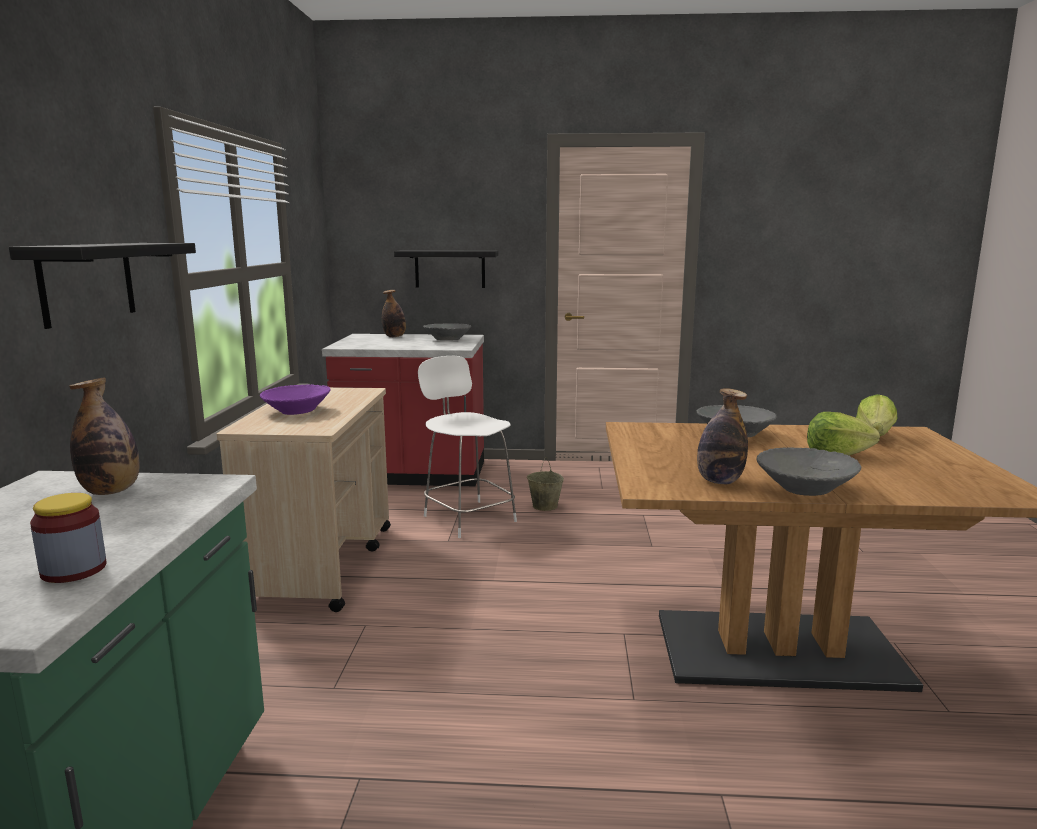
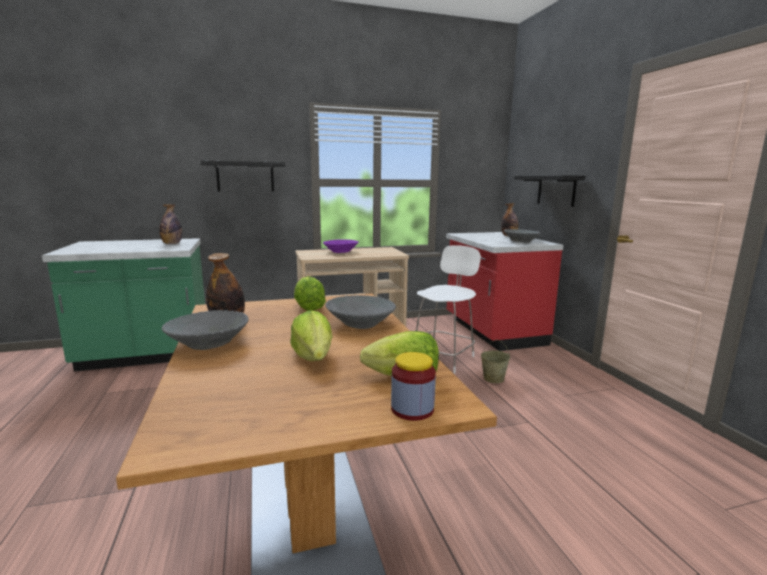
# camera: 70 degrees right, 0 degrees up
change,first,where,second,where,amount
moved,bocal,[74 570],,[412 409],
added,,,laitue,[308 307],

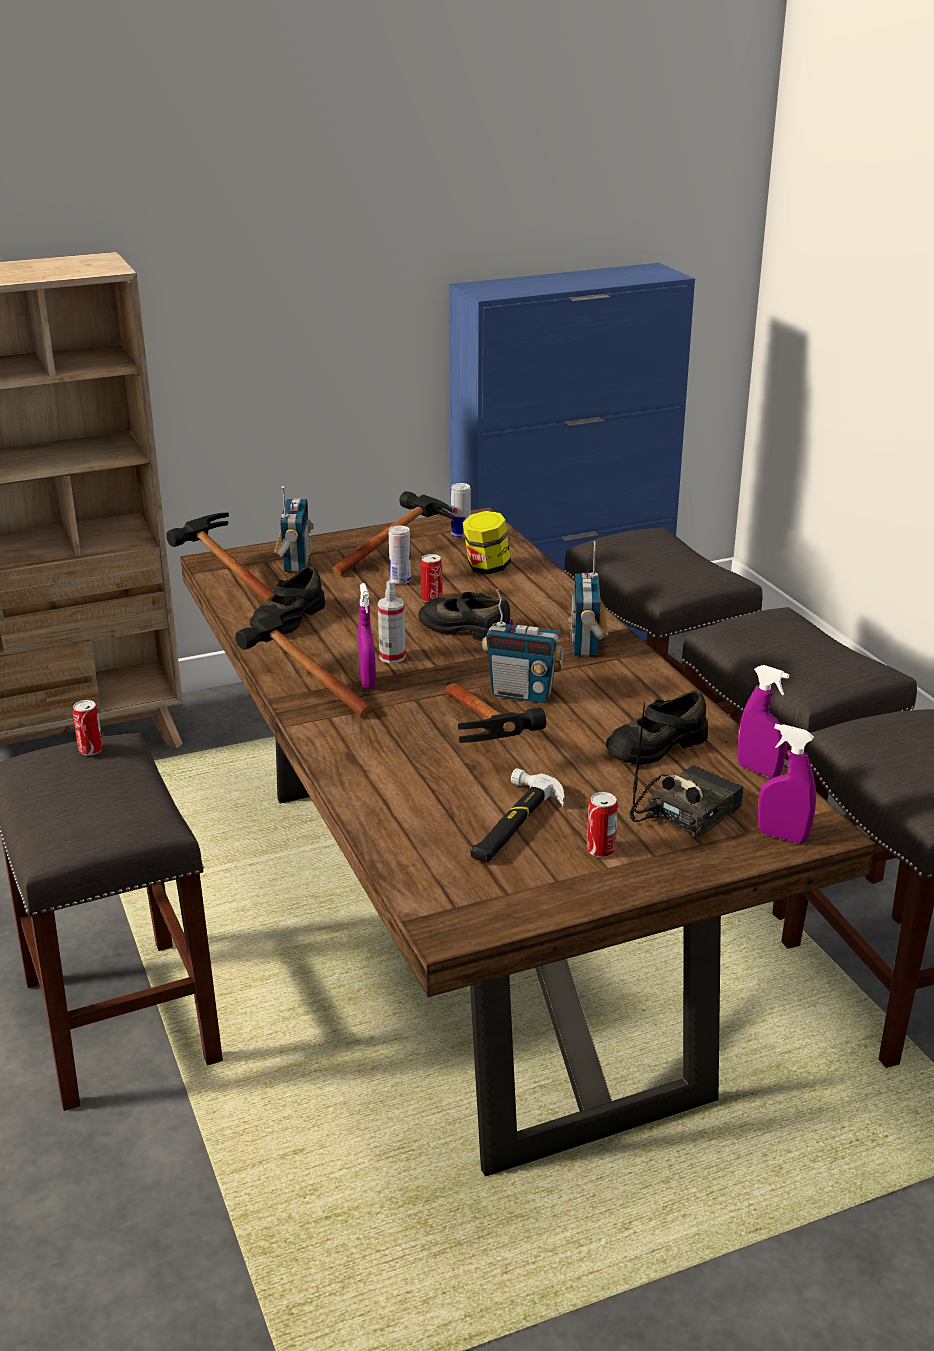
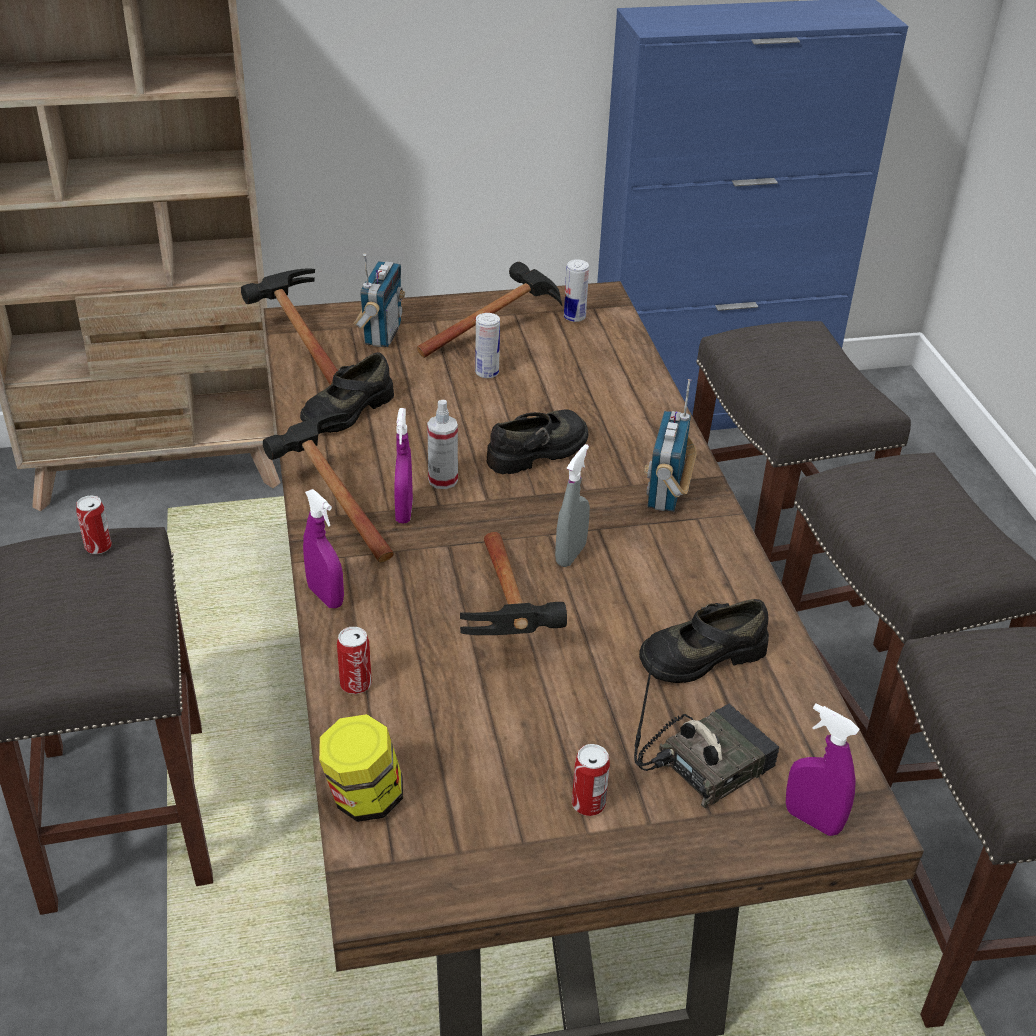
# camera: 10 degrees right, 10 degrees up
change,first,where,second,where,amount
moved,bocal,[486 568],,[364 799],
moved,boîte métallique,[431 599],,[355 684],
replaced,radio,[522 693],vaporisateur/gris,[570 554],
turned,chaussure/noir,[467 629],,[538 451],105 degrees clockwise
moved,vaporisateur/violet,[759 770],,[325 596],
removed,marteau,[512 823],,,

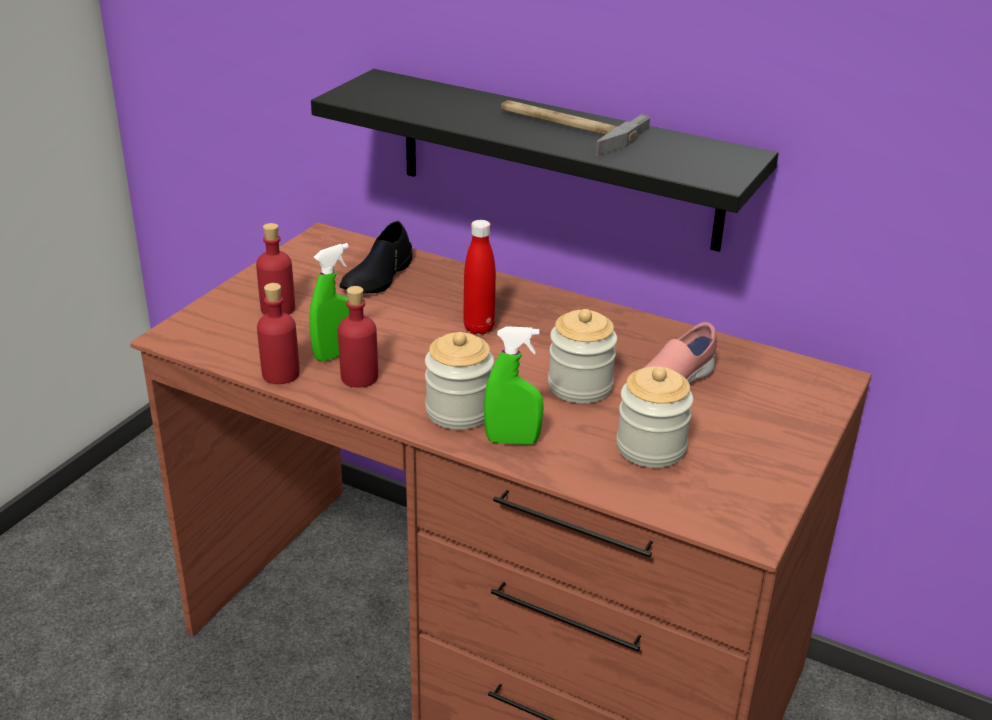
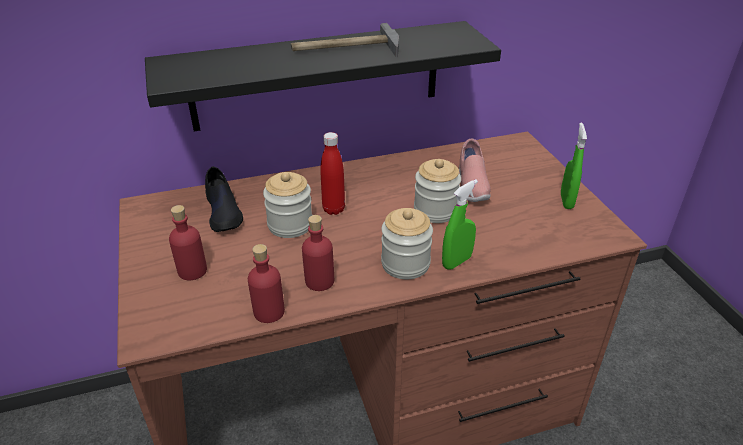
# camera: 45 degrees left, 5 degrees up
change,first,where,second,where,amount
moved,vaporisateur/vert,[336 354],,[566 201],
moved,bocal,[650 448],,[290 225],

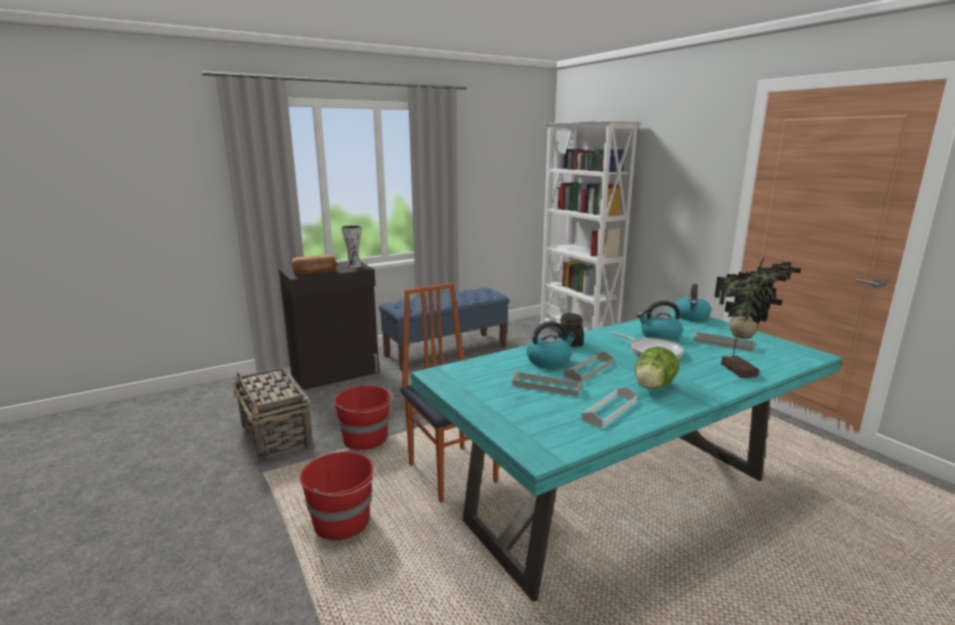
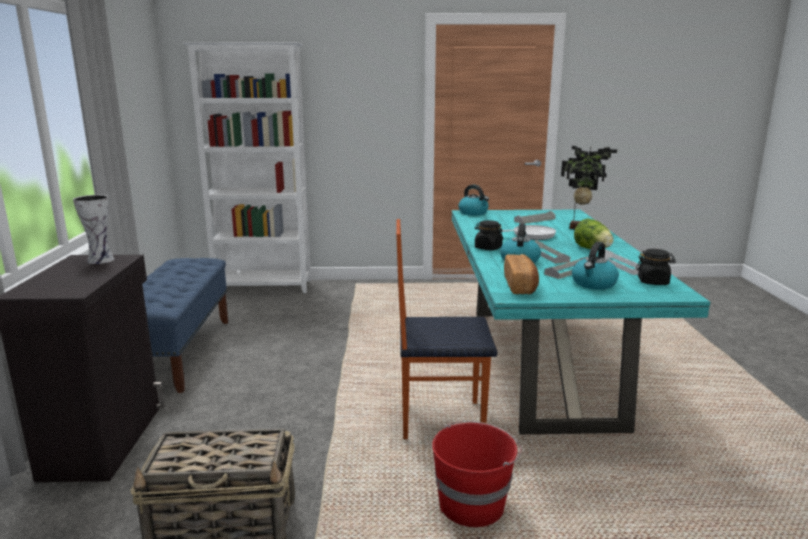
# camera: 60 degrees left, 0 degrees up
change,first,where,second,where,amount
moved,pain,[315 273],,[521 285],
moved,bouilloire,[659 336],,[593 284],
removed,seau/rouge,[366 439],,,
added,,,bocal/noir,[653 282],

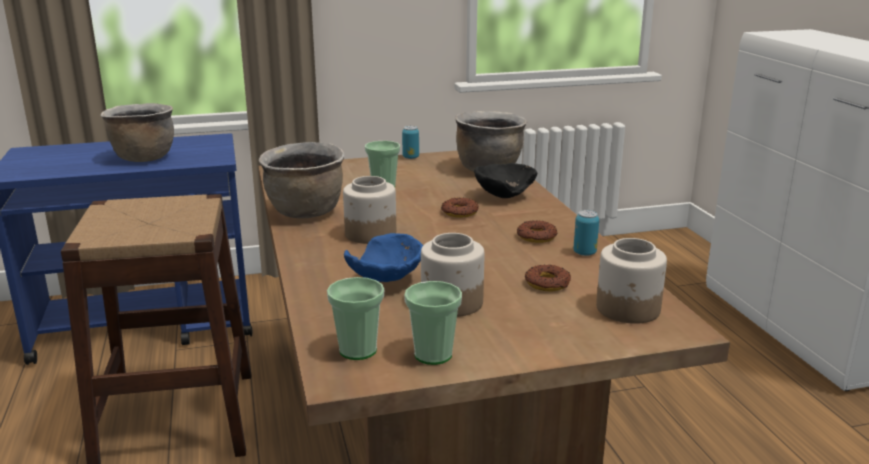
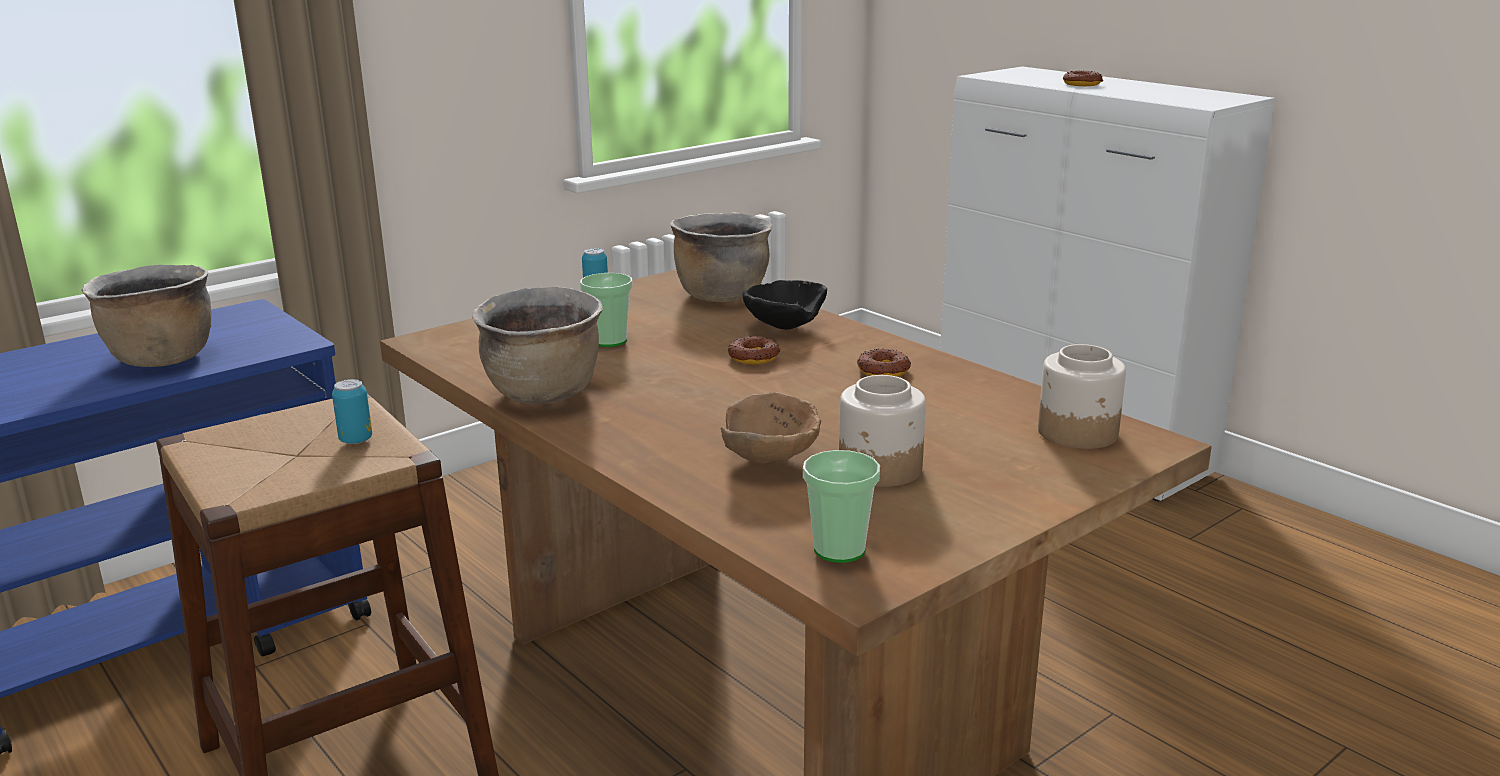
# camera: 25 degrees left, 0 degrees up
change,first,where,second,where,amount
removed,bocal,[370 234],,,
moved,boîte métallique,[584 253],,[356 440],
recoloured,bol/bleu,[387 282],bol/marron,[771 461],
moved,beignet,[547 283],,[1082 84],
removed,tasse,[433 354],,,

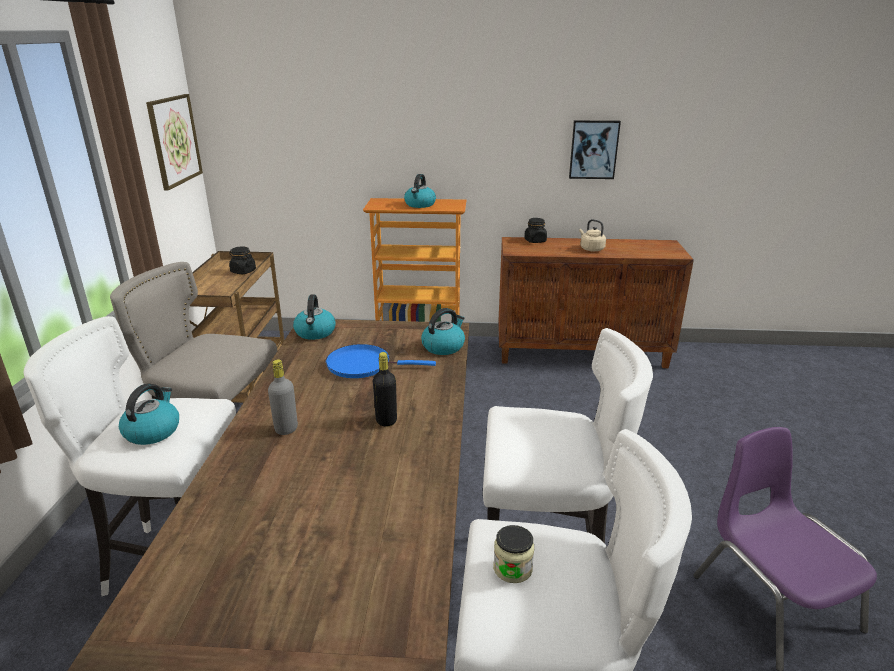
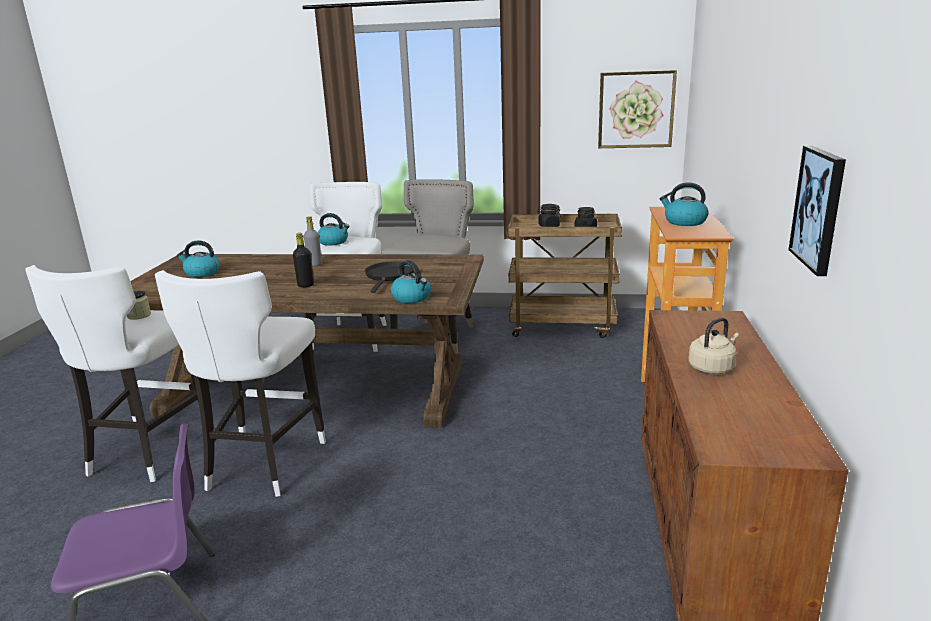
# camera: 95 degrees right, 5 degrees down
change,first,where,second,where,amount
moved,bocal/noir,[535 241],,[548 226],
moved,bouilloire,[315 333],,[202 273],
recoloured,poêle/bleu,[363 365],poêle/noir,[389 276],

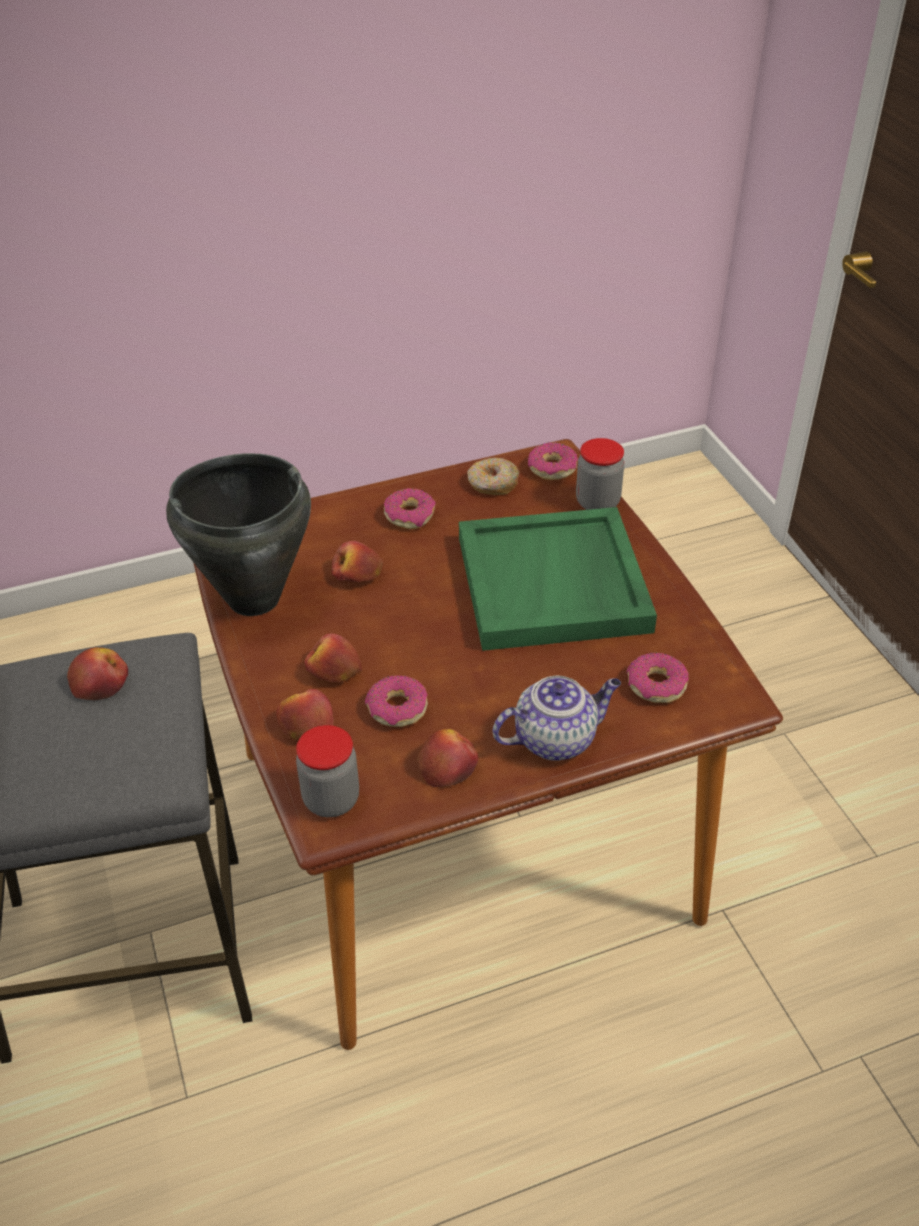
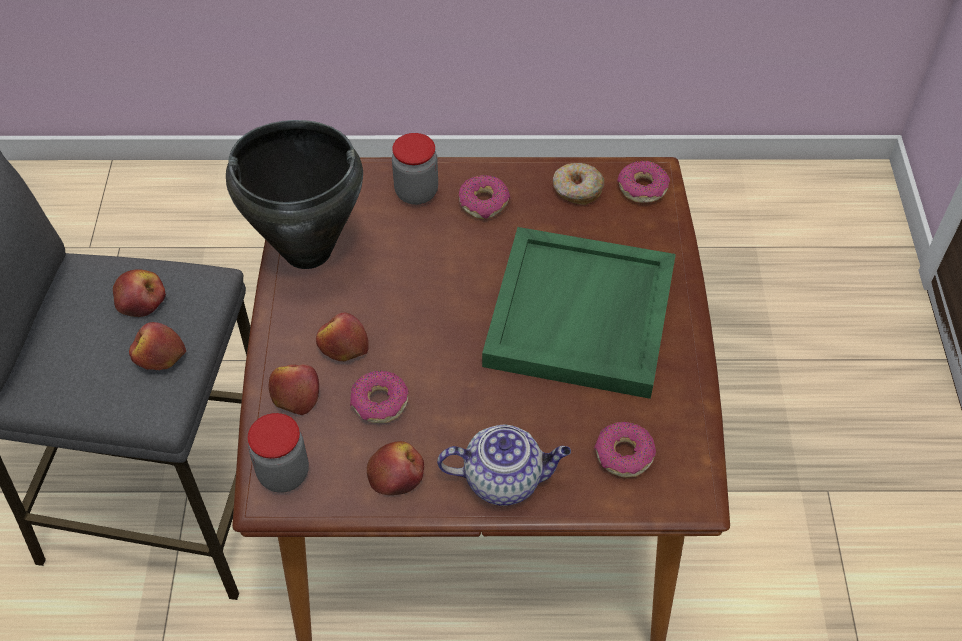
# camera: 20 degrees right, 10 degrees up
change,first,where,second,where,amount
moved,bocal,[597 503],,[416 192],
moved,pomme,[357 574],,[158 355],

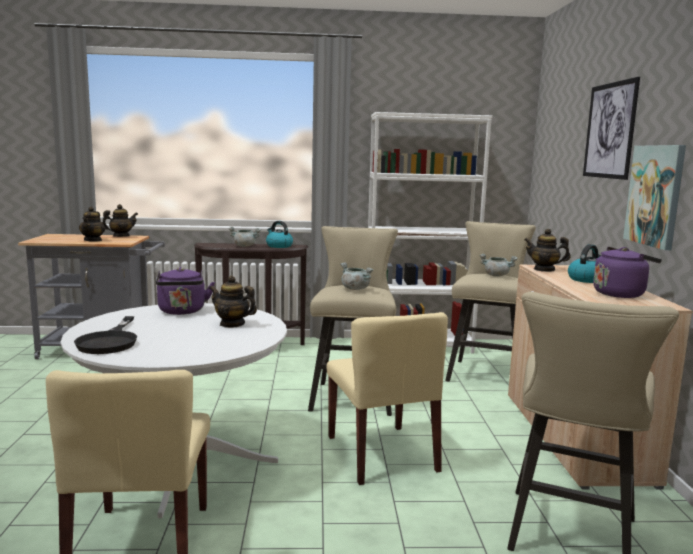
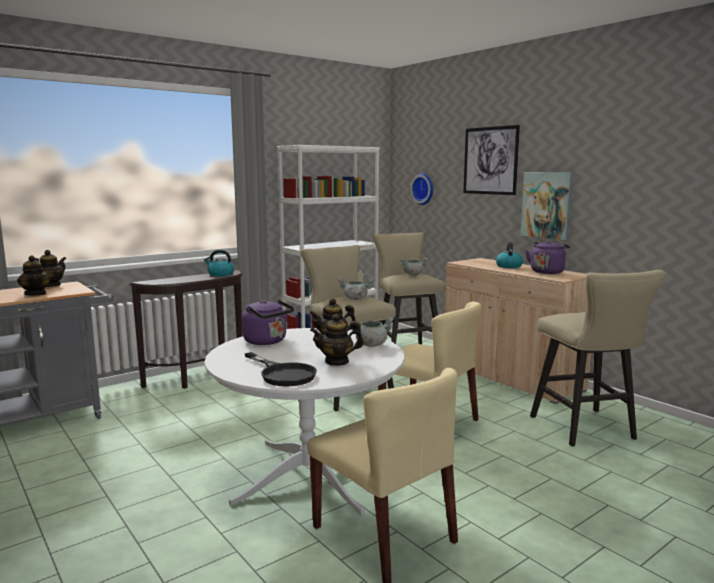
# camera: 35 degrees left, 0 degrees up
change,first,where,second,where,amount
moved,marmite/gris,[245 246],,[371 344],
moved,théière,[544 269],,[337 361],
added,,,horloge murale,[424 189],

